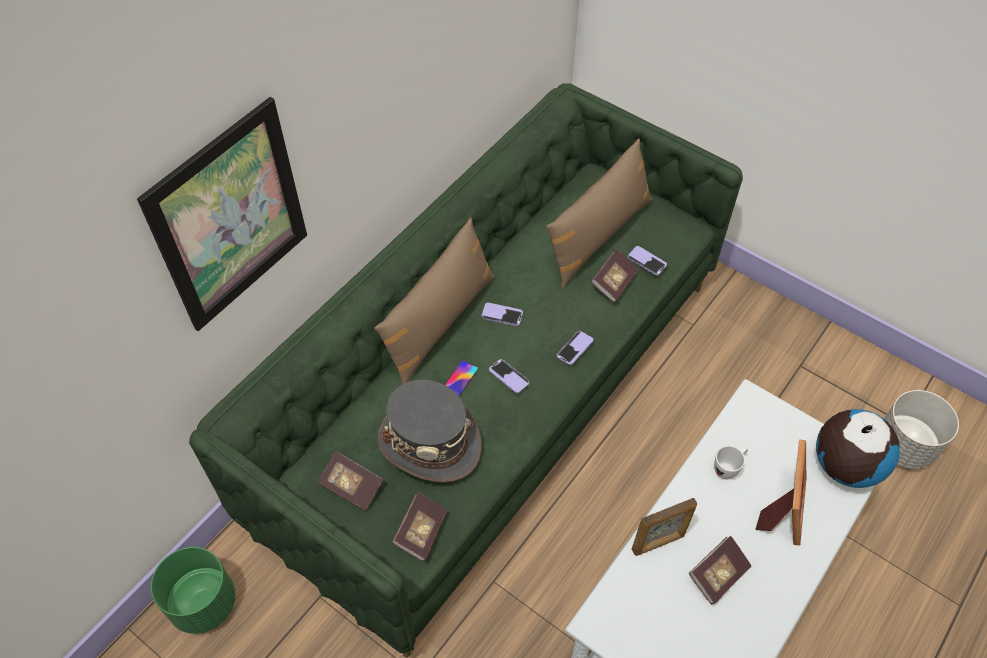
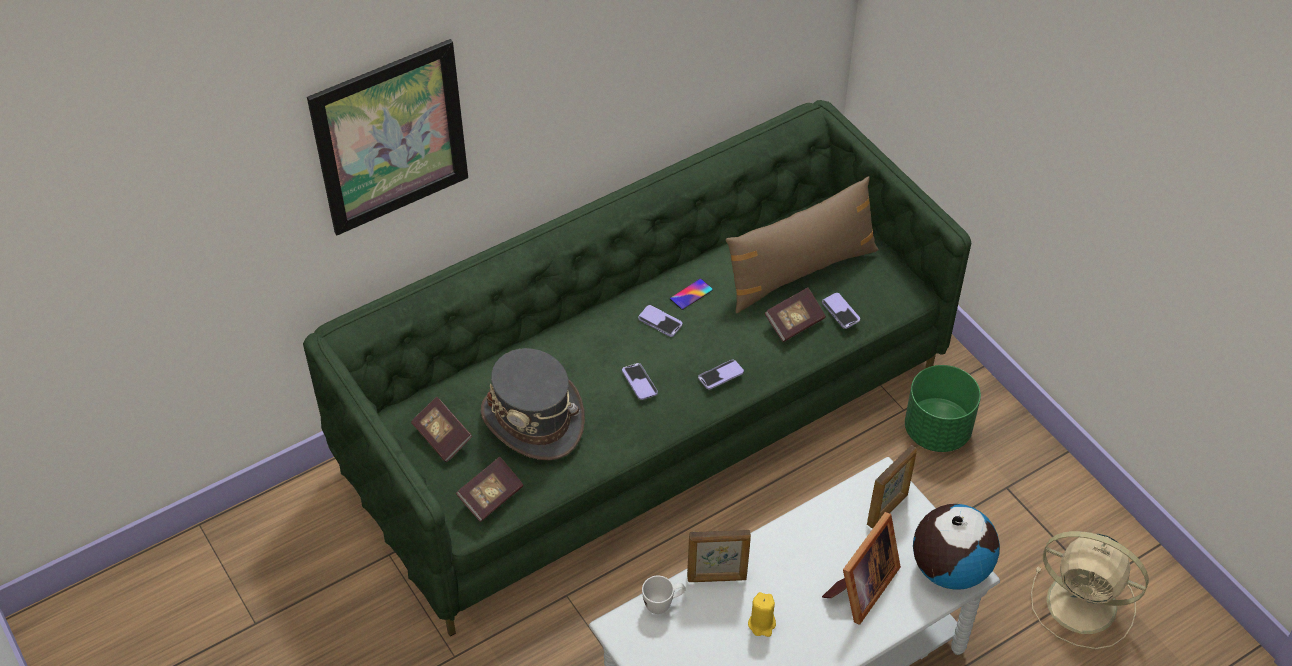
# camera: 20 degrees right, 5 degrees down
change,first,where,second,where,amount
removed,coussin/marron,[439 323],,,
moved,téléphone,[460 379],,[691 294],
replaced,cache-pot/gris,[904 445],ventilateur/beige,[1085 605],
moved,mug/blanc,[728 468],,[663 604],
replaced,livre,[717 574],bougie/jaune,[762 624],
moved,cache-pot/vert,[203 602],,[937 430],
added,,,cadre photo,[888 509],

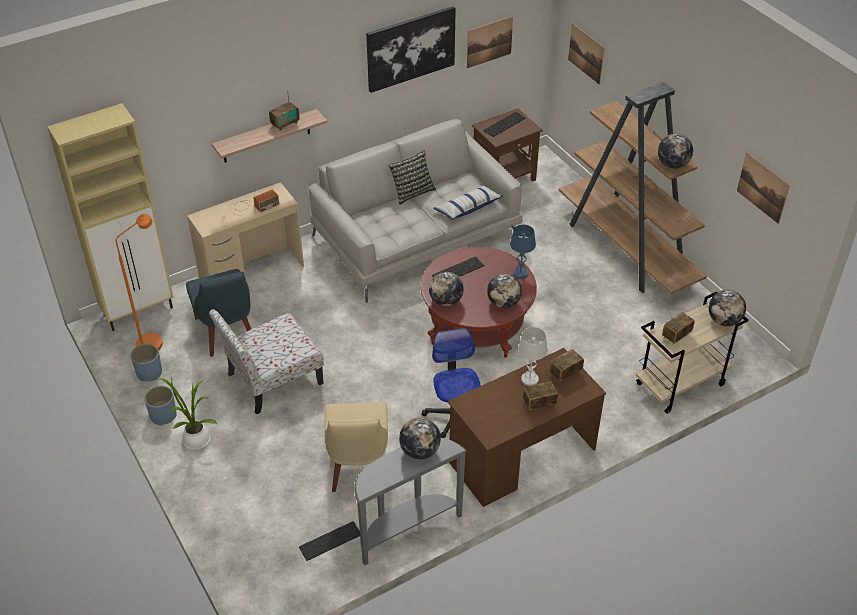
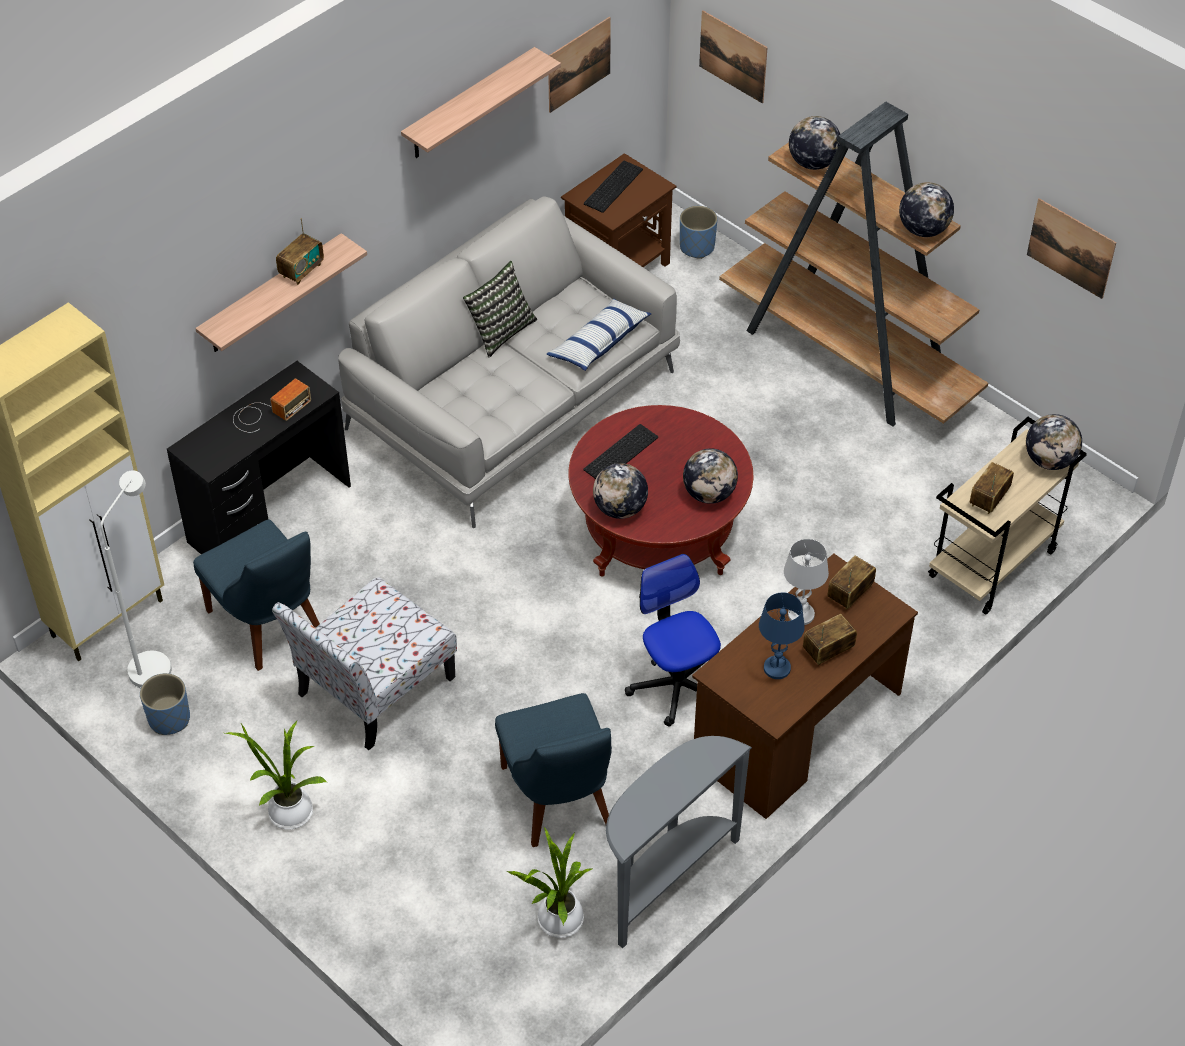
# camera: 15 degrees left, 5 degrees up
change,first,where,second,where,amount
replaced,tableau,[410 48],étagère,[469 105],
recoloured,bureau/beige,[252 272],bureau/noir,[269 513],
recoloured,lampadaire/orange,[154 340],lampadaire/blanc,[154 662],
moved,lampe de table/bleu,[520 273],,[777 668],
moved,cache-pot/bleu,[163 415],,[697 247],
recoloured,chaise/beige,[358 467],chaise/bleu,[558 800],
moved,globe,[420 451],,[813 163],
replaced,clavier,[330 540],plante en pot,[557 922],

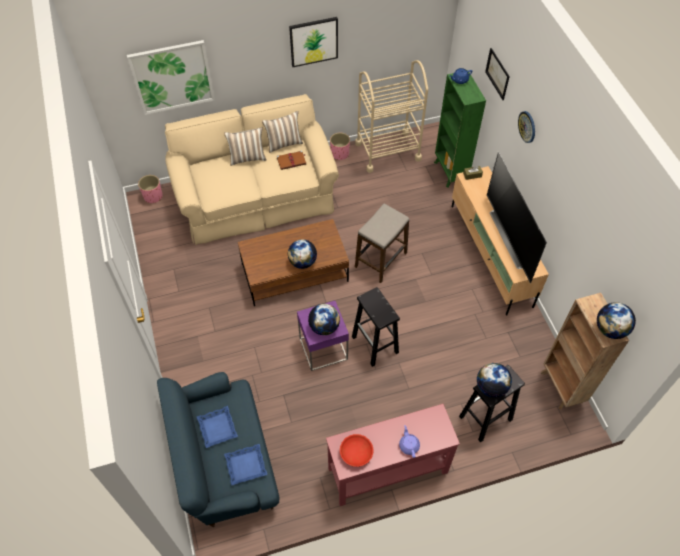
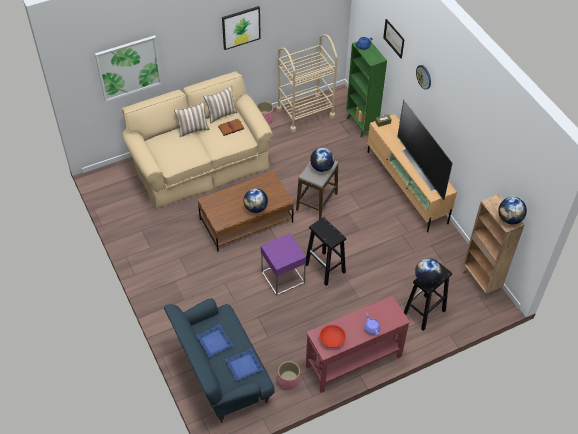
# camera: 10 degrees left, 5 degrees down
change,first,where,second,where,amount
moved,cache-pot/rose,[153 196],,[288 381],
moved,globe,[324 327],,[322 167],

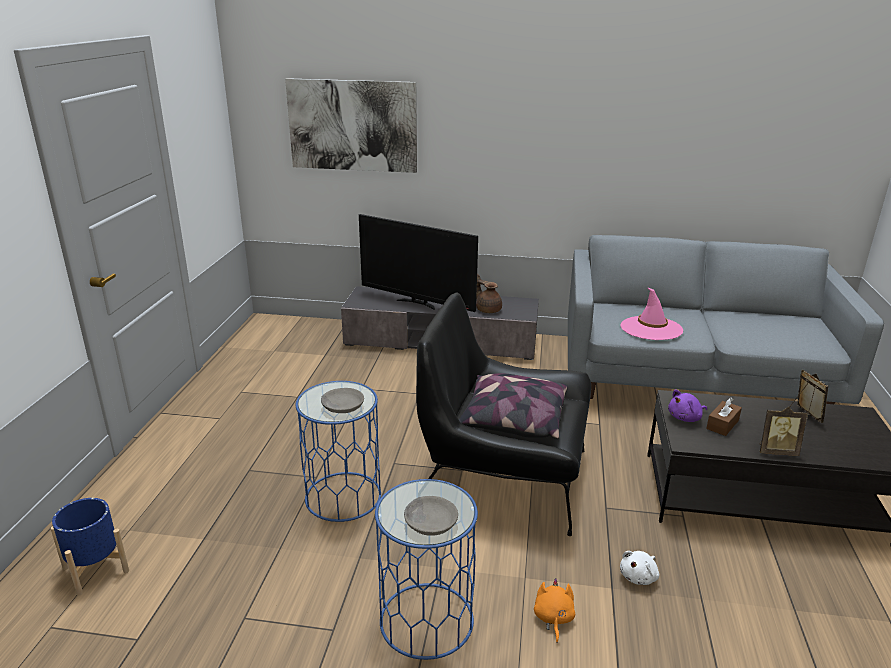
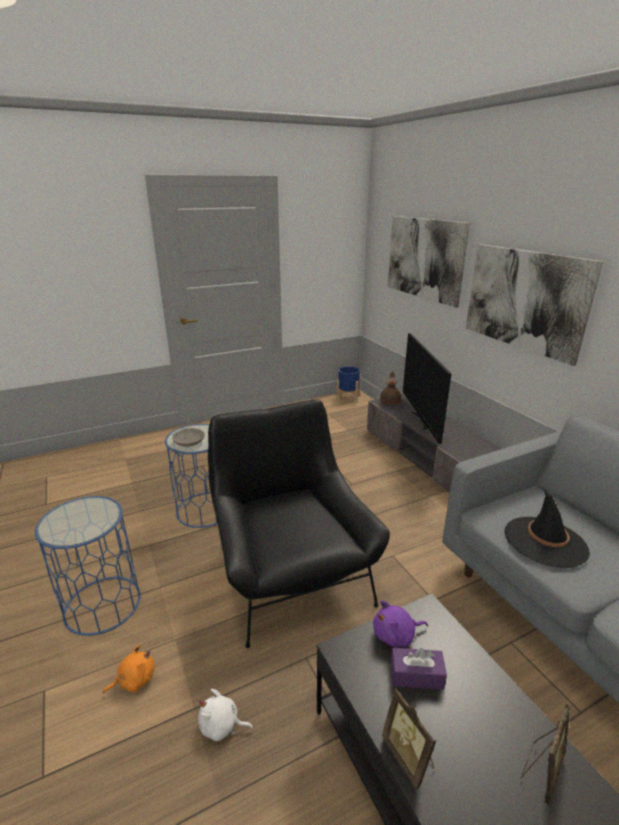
# camera: 55 degrees right, 0 degrees up
change,first,where,second,where,amount
moved,théière/marron,[488 309],,[390 402],
recoloured,chapeau/rose,[651 328],chapeau/noir,[545 541],
removed,coussin,[513 420],,,
turned,peluche/violet,[685 418],,[396 635],45 degrees counterclockwise
recoloured,boîte à mouchoirs/marron,[722 424],boîte à mouchoirs/violet,[416 675],
removed,bol/gris,[430 522],,,
moved,cache-pot/bleu,[96 570],,[348 398],
added,,,tableau,[524 300],

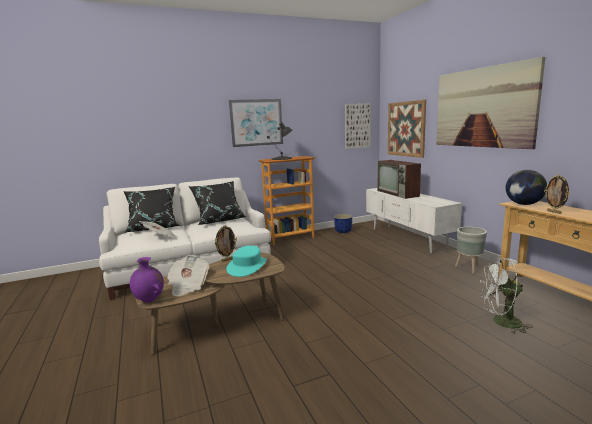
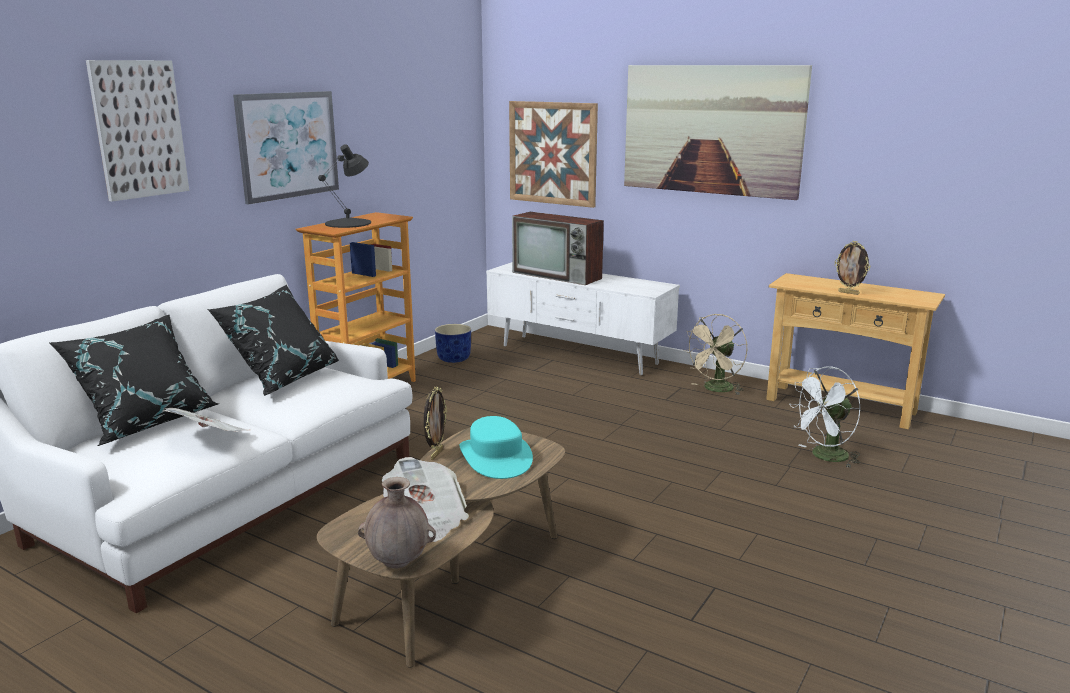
# camera: 35 degrees left, 5 degrees up
change,first,where,second,where,amount
moved,tableau,[357 126],,[139 129],
removed,globe,[524 204],,,
replaced,cache-pot/gris,[469 268],ventilateur/beige,[716 390],
recoloured,vase/violet,[149 300],vase/marron,[399 562],

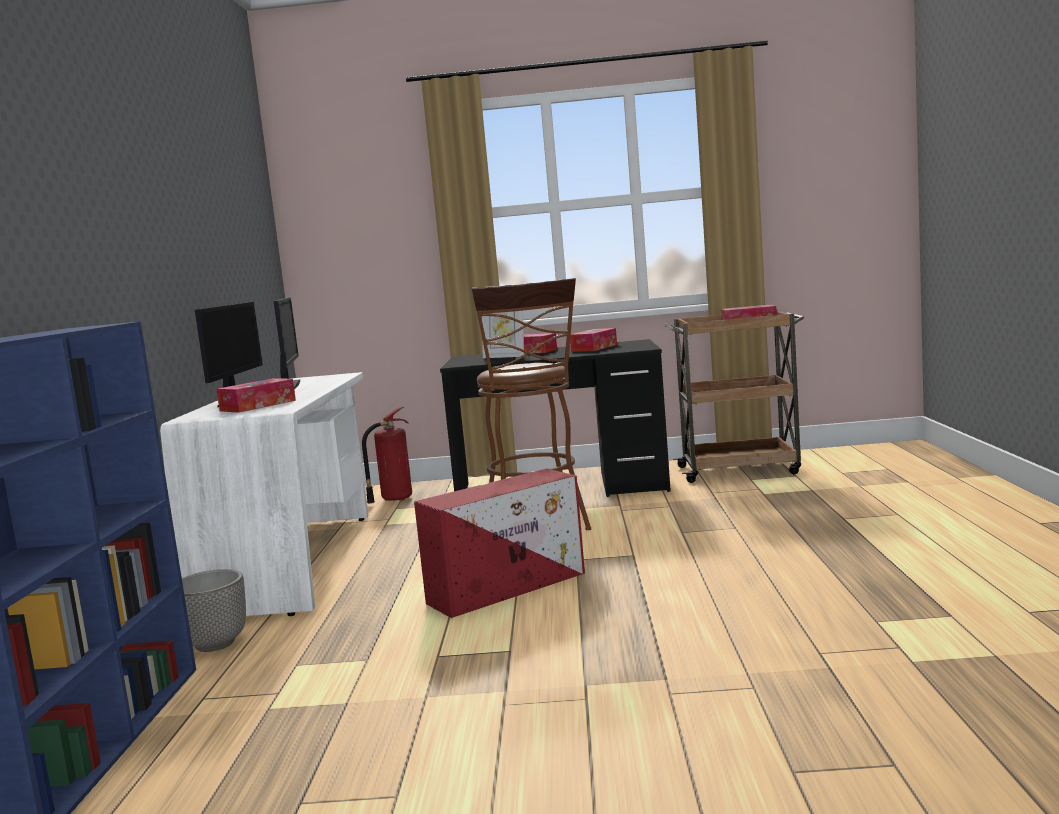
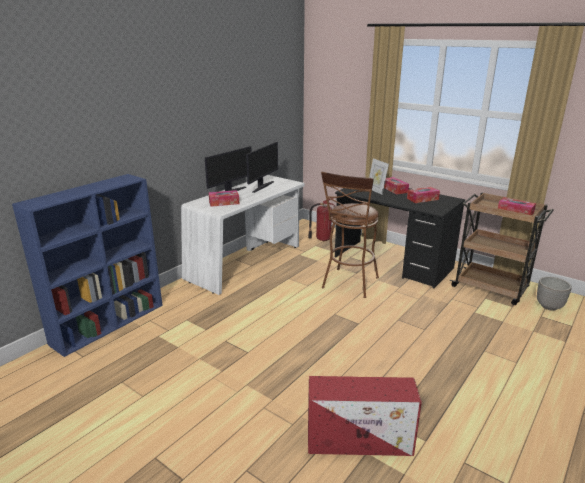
# camera: 35 degrees right, 15 degrees up
change,first,where,second,where,amount
moved,boîte de rangement/rouge,[509 587],,[360 441],
moved,cache-pot,[215 645],,[549 307],

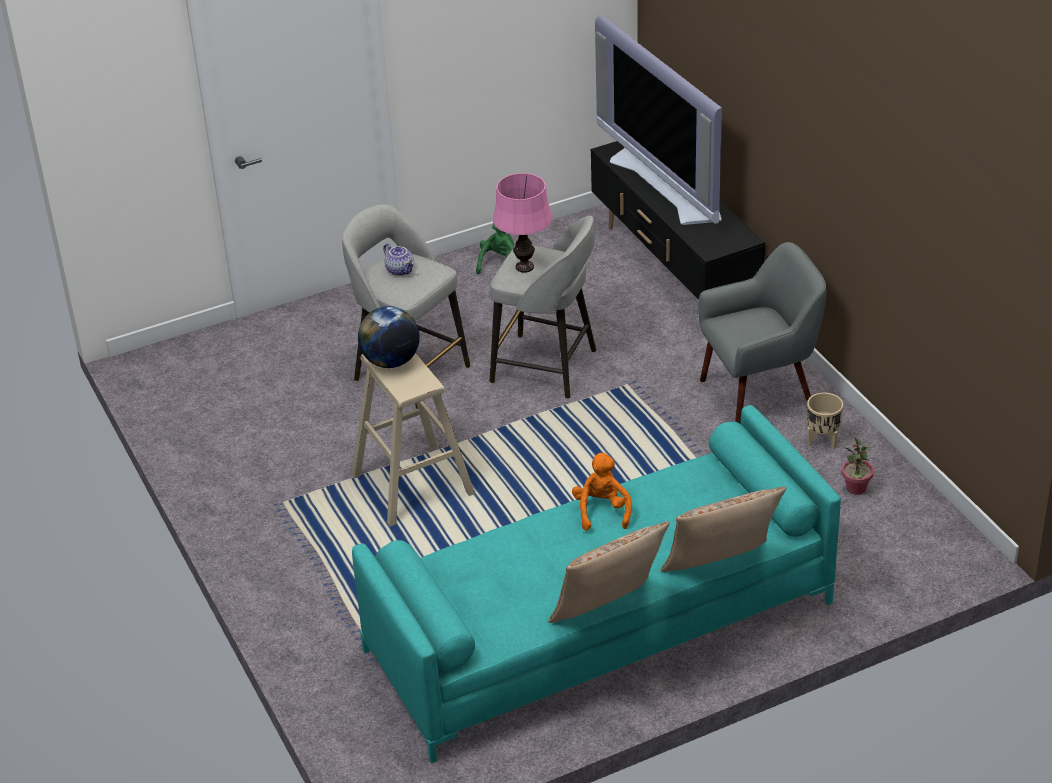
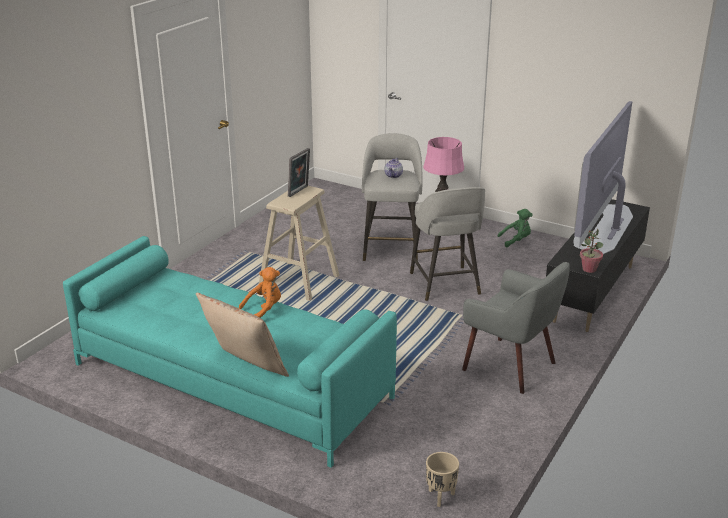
# camera: 55 degrees right, 10 degrees down
change,first,where,second,where,amount
replaced,globe,[391 361],cadre photo,[299 191],
moved,cache-pot/beige,[822 441],,[440 496],
moved,plante en pot,[856 488],,[589 269],
removed,coussin/beige,[609 611],,,

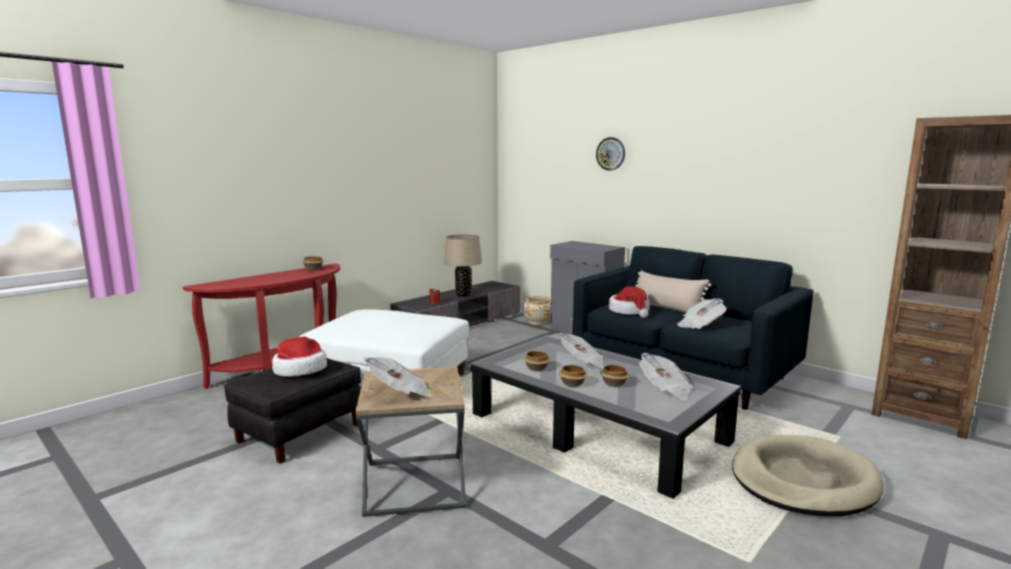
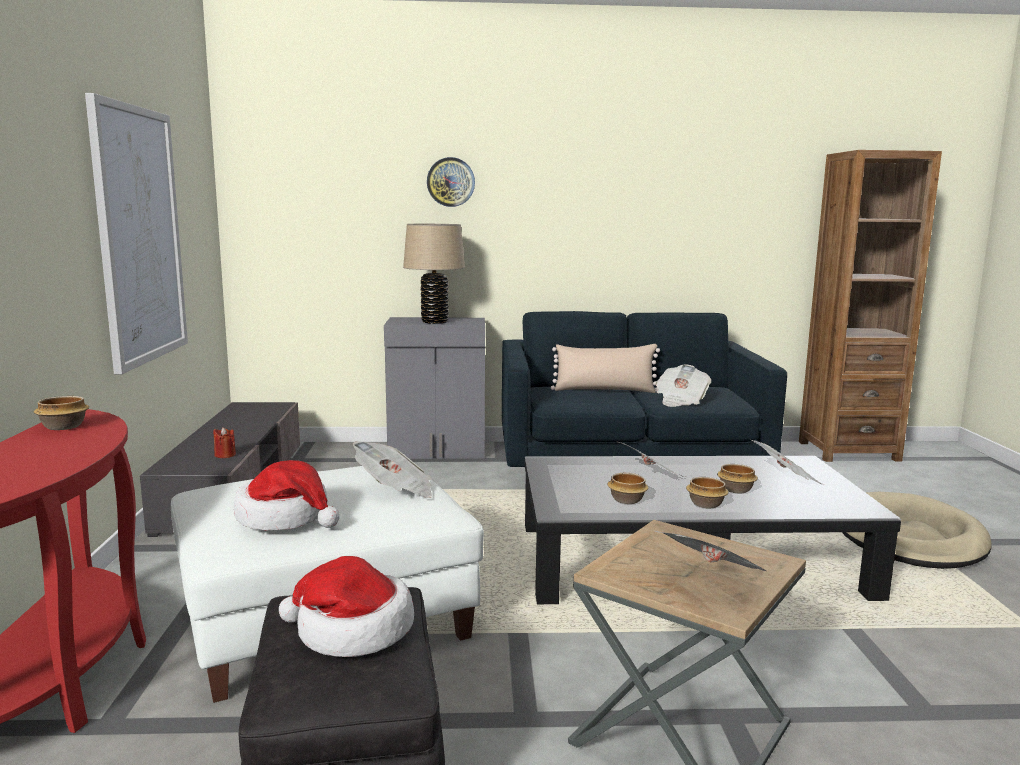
# camera: 45 degrees left, 0 degrees up
change,first,where,second,where,amount
moved,lampe de table/beige,[463 295],,[434 322],
moved,chapeau,[629 311],,[285 517],
removed,cache-pot/beige,[537 322],,,
added,,,tableau,[139 235],
added,,,journal,[395 490],

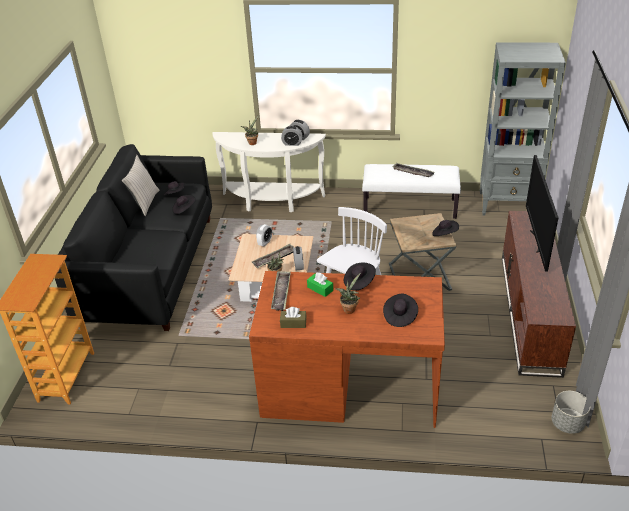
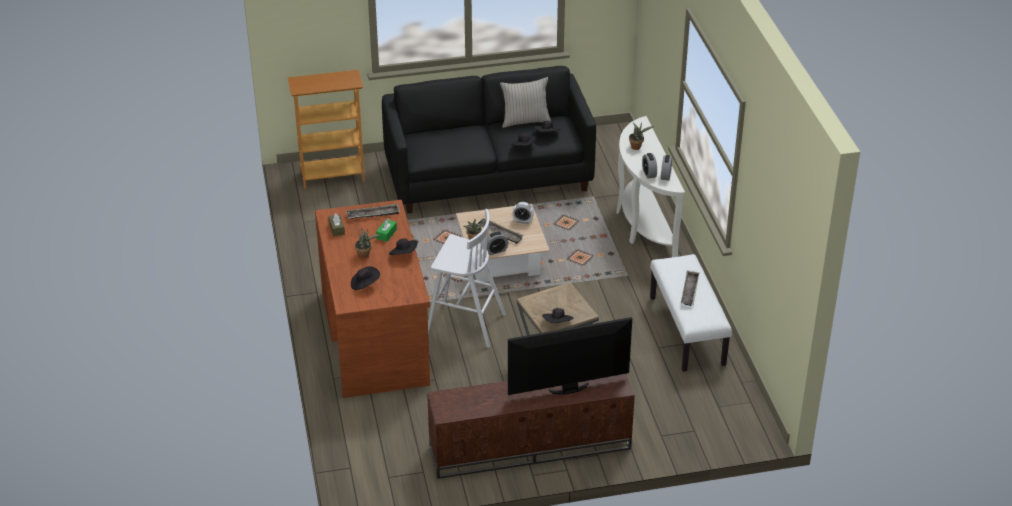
# camera: 70 degrees right, 0 degrees up
change,first,where,second,where,amount
removed,bibliothèque/gris,[508 204],,,
removed,cache-pot/gris,[567 424],,,

